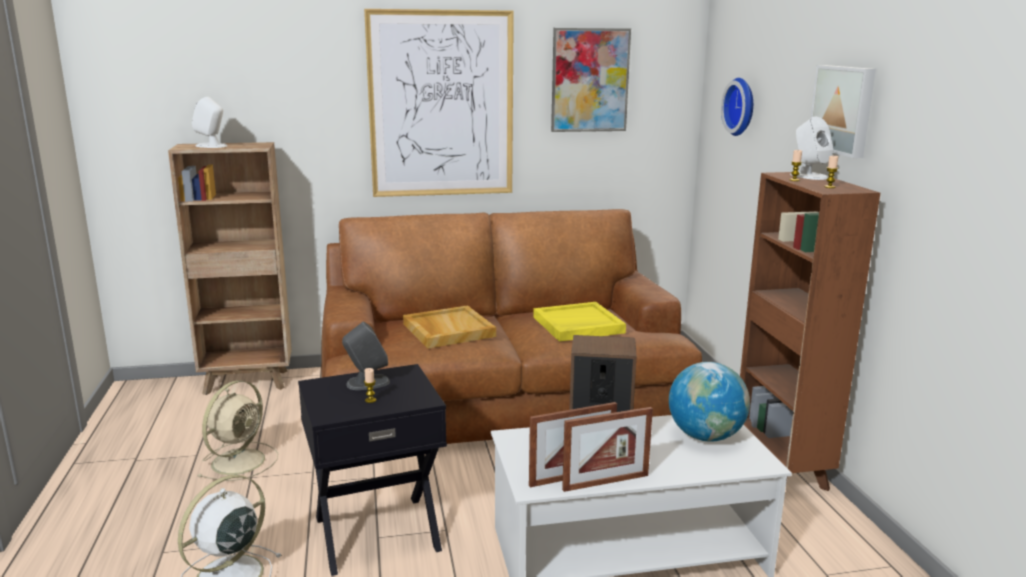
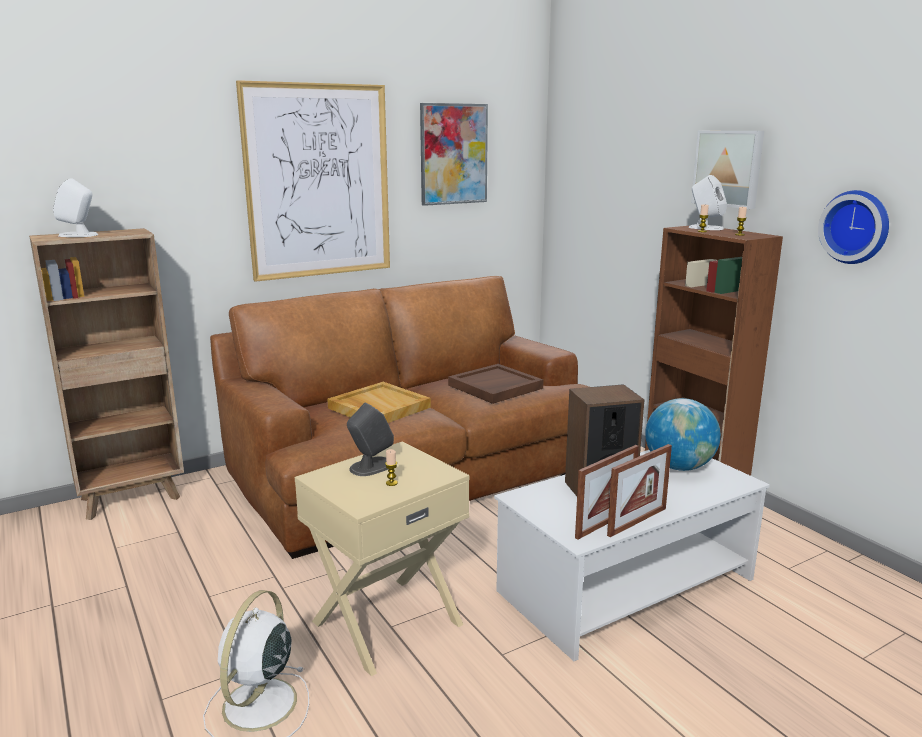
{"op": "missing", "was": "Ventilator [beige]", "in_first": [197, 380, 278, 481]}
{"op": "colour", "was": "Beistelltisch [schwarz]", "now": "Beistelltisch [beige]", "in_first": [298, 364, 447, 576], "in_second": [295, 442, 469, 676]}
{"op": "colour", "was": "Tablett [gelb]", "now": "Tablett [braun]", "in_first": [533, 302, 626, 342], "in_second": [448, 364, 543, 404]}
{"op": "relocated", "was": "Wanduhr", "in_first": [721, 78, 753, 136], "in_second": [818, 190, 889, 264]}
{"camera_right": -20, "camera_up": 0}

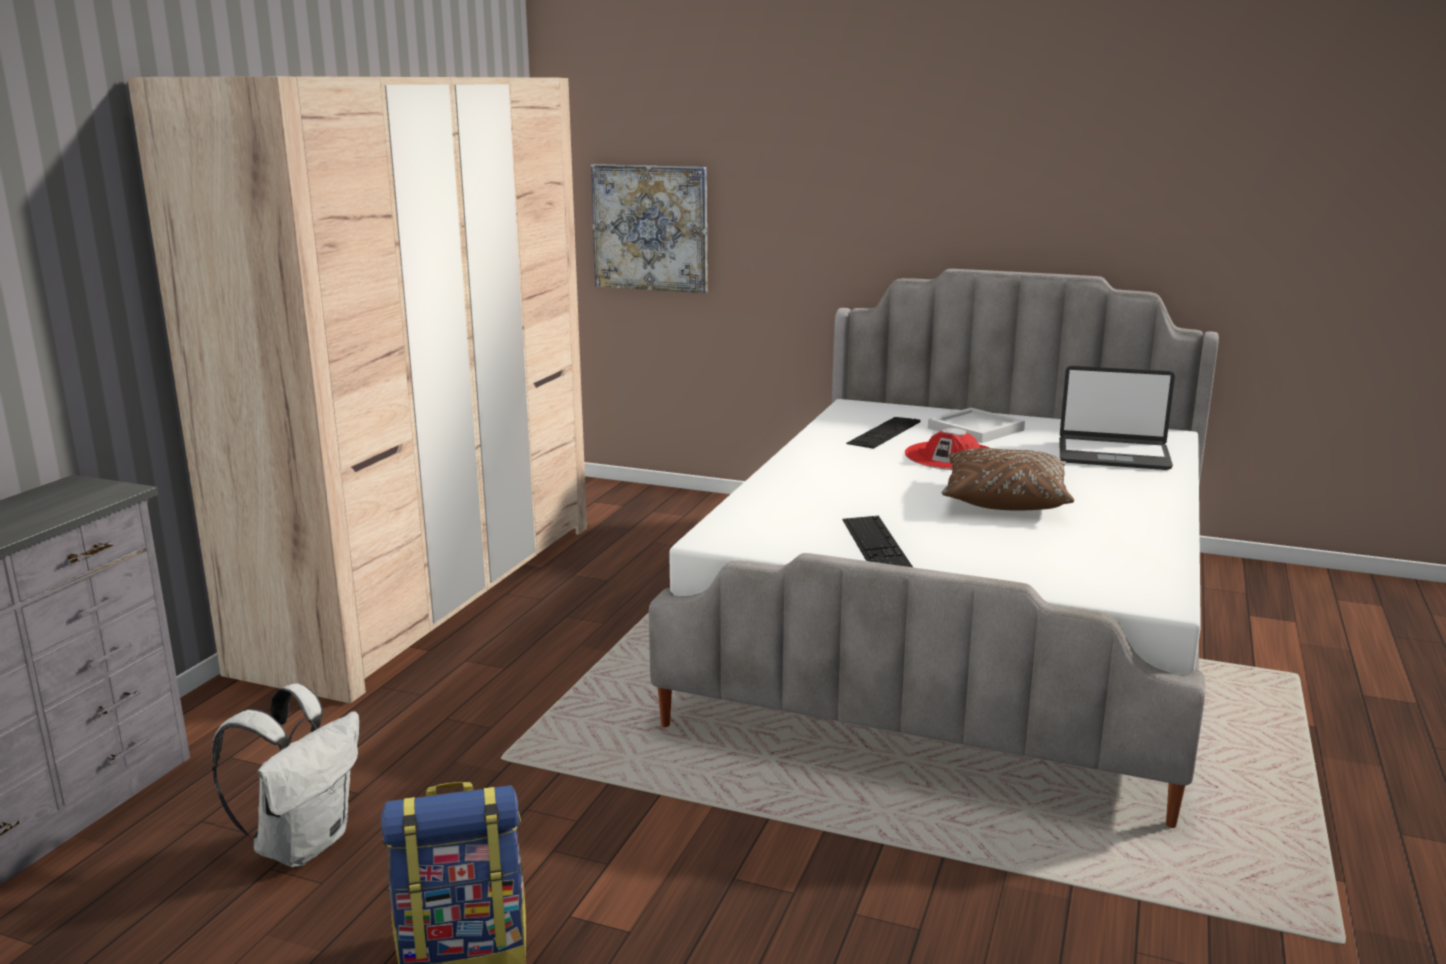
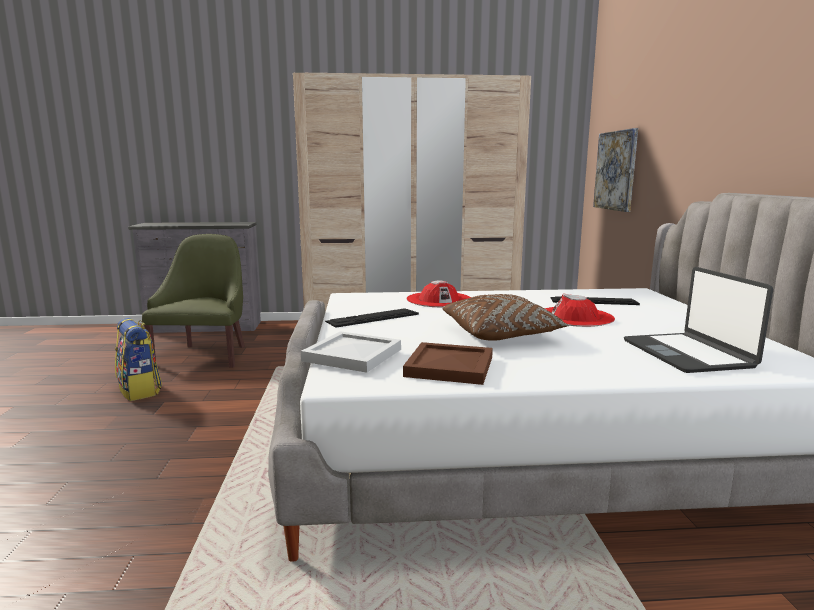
{"op": "exchanged", "was": "Rucksack [weiß]", "now": "Sessel [grün]", "in_first": [212, 684, 359, 867], "in_second": [142, 234, 245, 367]}
{"op": "relocated", "was": "Tablett [weiß]", "in_first": [928, 408, 1025, 443], "in_second": [301, 331, 401, 373]}
{"op": "appeared", "now": "Tablett [braun]", "in_second": [403, 342, 493, 385]}
{"op": "appeared", "now": "Hut [rot]", "in_second": [406, 280, 471, 307]}
{"camera_right": 65, "camera_up": -5}

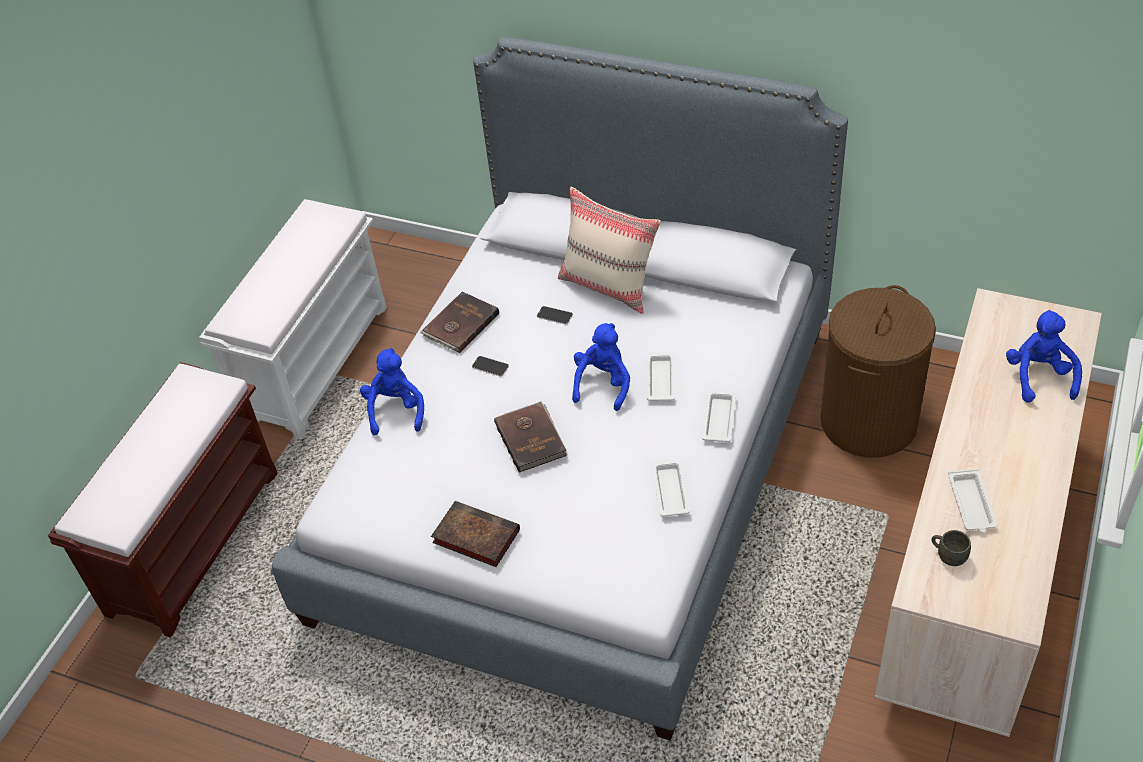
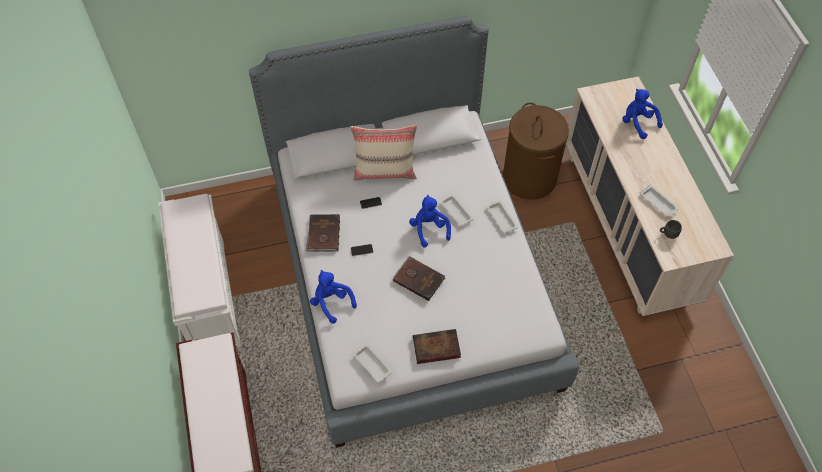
{"op": "relocated", "was": "Tablett [weiß]", "in_first": [652, 459, 690, 517], "in_second": [353, 344, 392, 383]}
{"camera_right": -40, "camera_up": 10}

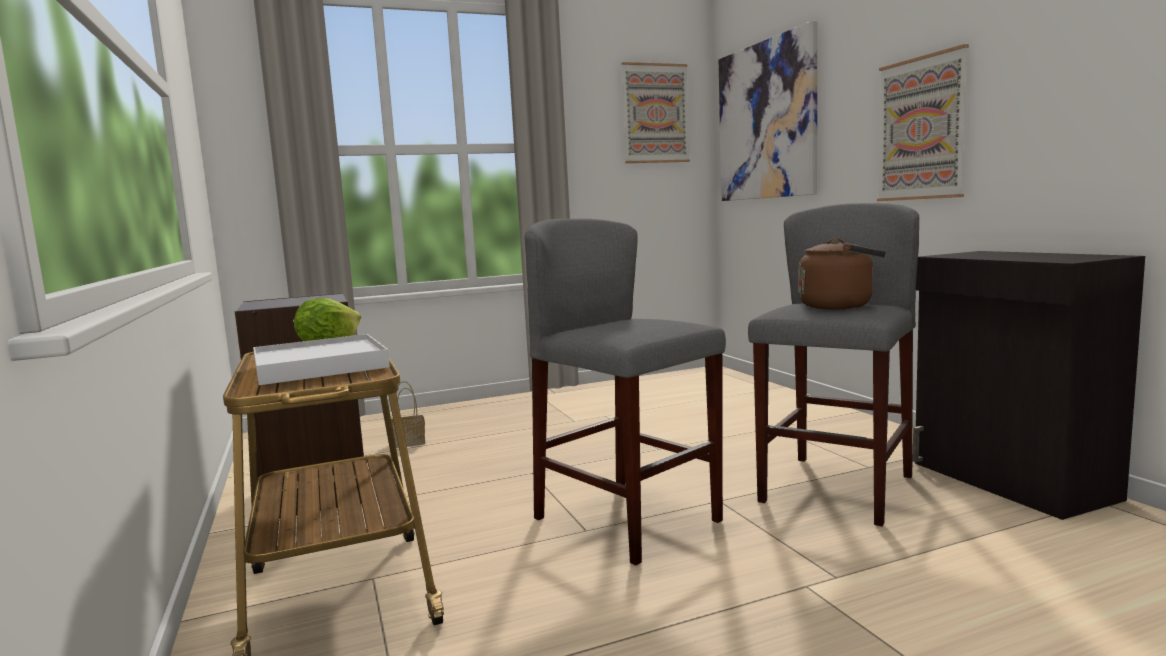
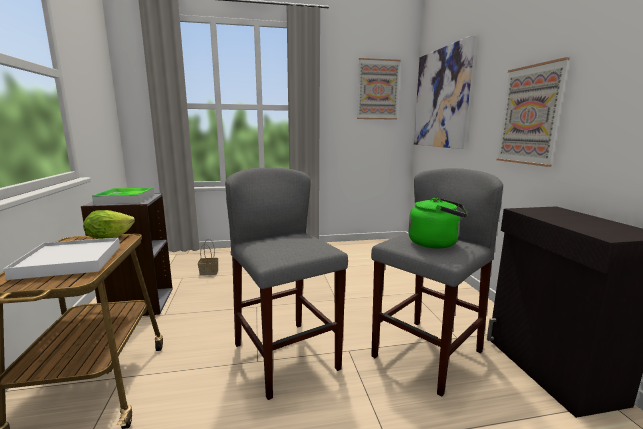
{"op": "colour", "was": "Wasserkessel [braun]", "now": "Wasserkessel [grün]", "in_first": [799, 238, 886, 309], "in_second": [408, 197, 467, 249]}
{"op": "appeared", "now": "Tablett", "in_second": [92, 188, 154, 204]}
{"camera_right": 10, "camera_up": 5}

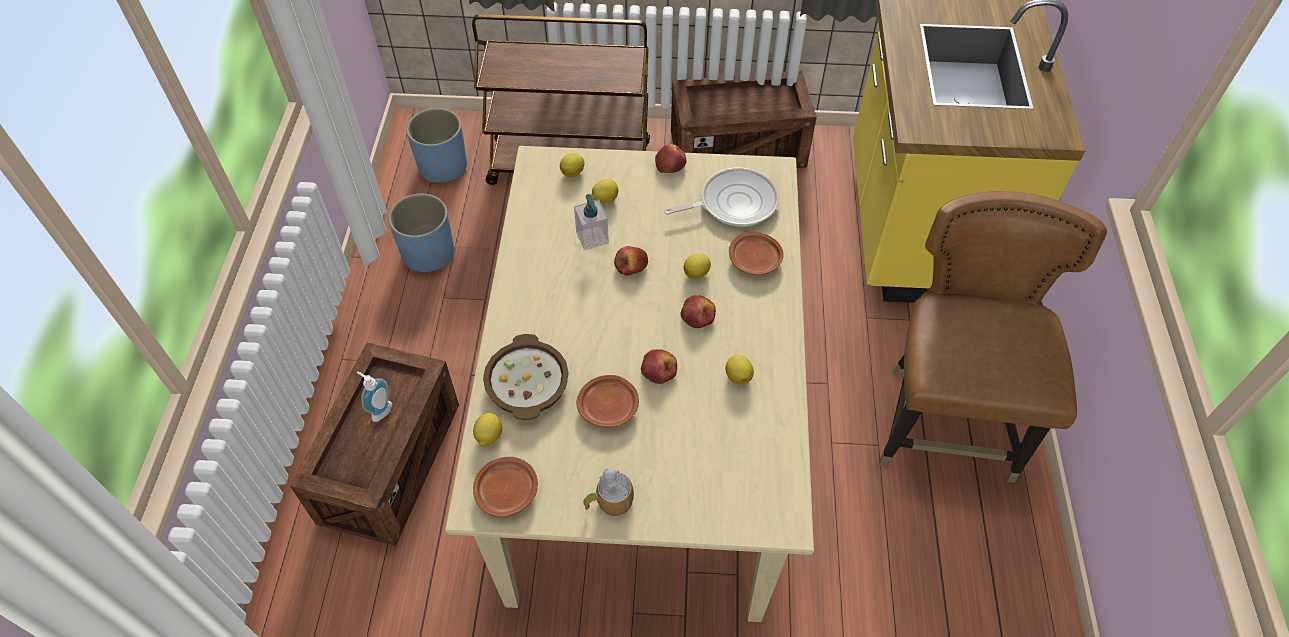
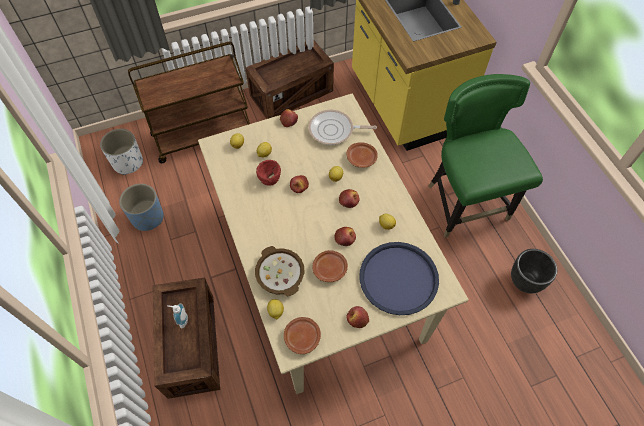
{"op": "colour", "was": "Pflanzkübel [blau]", "now": "Pflanzkübel [weiß]", "in_first": [406, 108, 467, 182], "in_second": [100, 129, 143, 175]}
{"op": "exchanged", "was": "Seifenspender", "now": "Schüssel [rot]", "in_first": [574, 194, 609, 251], "in_second": [256, 160, 281, 186]}
{"op": "exchanged", "was": "Henkelbecher", "now": "Apfel", "in_first": [583, 468, 634, 516], "in_second": [346, 306, 369, 328]}
{"op": "spun", "was": "Pfanne", "in_first": [664, 168, 779, 227], "in_second": [309, 110, 377, 145], "clockwise": -135}
{"op": "colour", "was": "Stuhl [braun]", "now": "Stuhl [grün]", "in_first": [879, 191, 1107, 483], "in_second": [428, 74, 543, 237]}
{"op": "appeared", "now": "Tablett [blau]", "in_second": [359, 242, 439, 315]}
{"op": "appeared", "now": "Pflanzkübel [schwarz]", "in_second": [511, 249, 557, 293]}
{"camera_right": -25, "camera_up": 5}

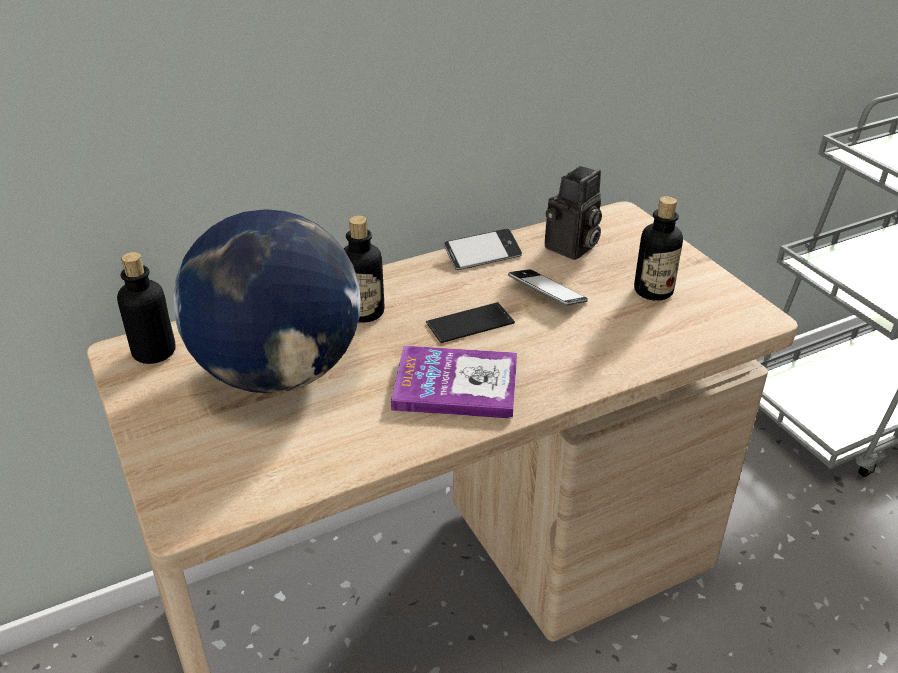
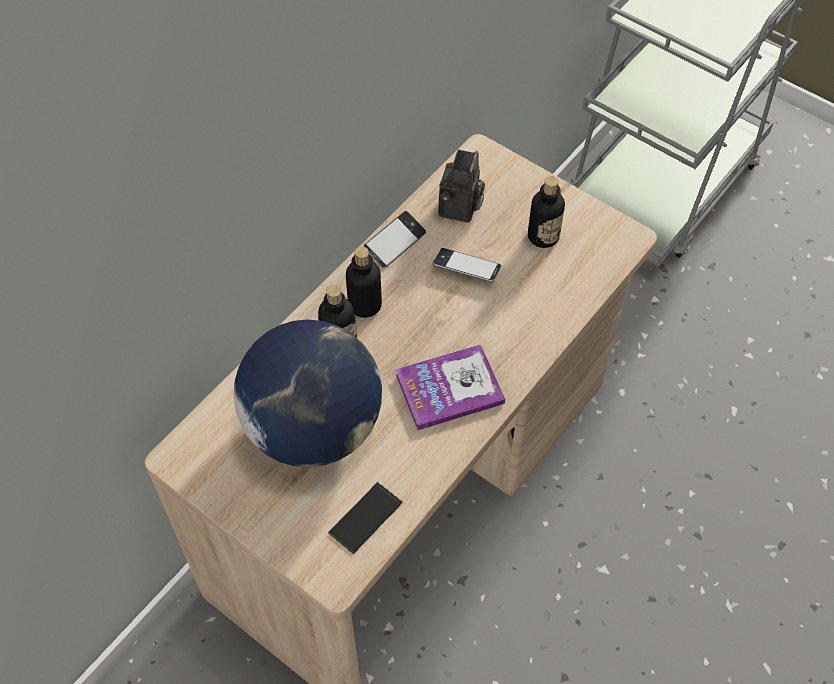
{"op": "relocated", "was": "Flasche", "in_first": [117, 252, 176, 364], "in_second": [346, 247, 382, 318]}
{"op": "relocated", "was": "Handy", "in_first": [426, 302, 515, 343], "in_second": [328, 482, 403, 554]}
{"camera_right": -25, "camera_up": 20}

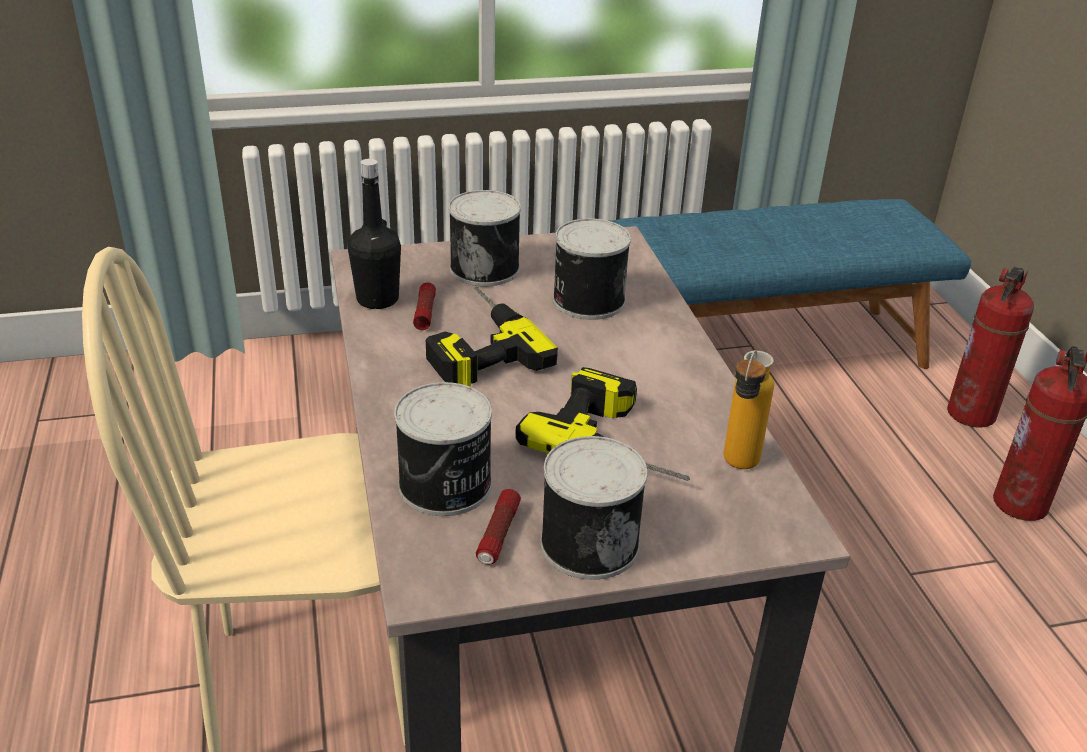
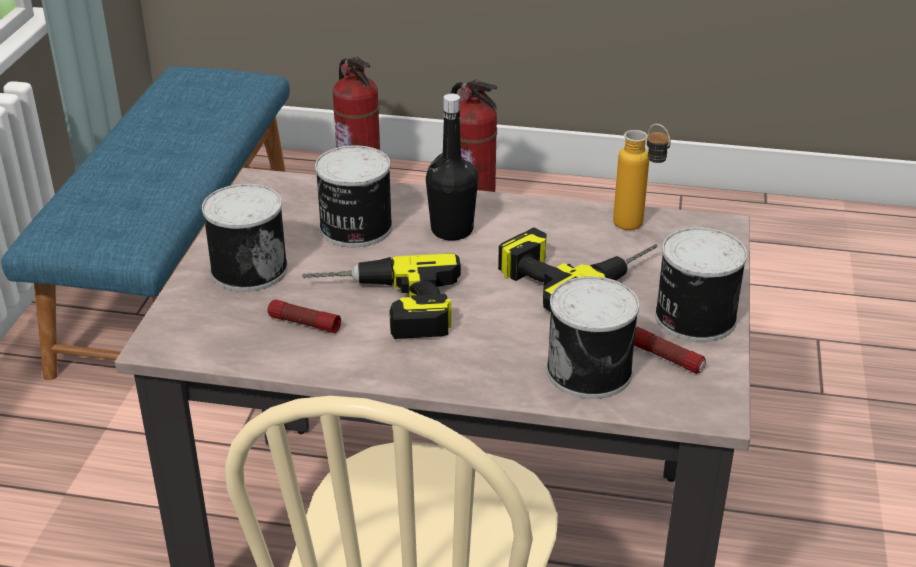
{"op": "relocated", "was": "Flasche [schwarz]", "in_first": [348, 159, 401, 309], "in_second": [426, 94, 478, 241]}
{"camera_right": -65, "camera_up": 0}

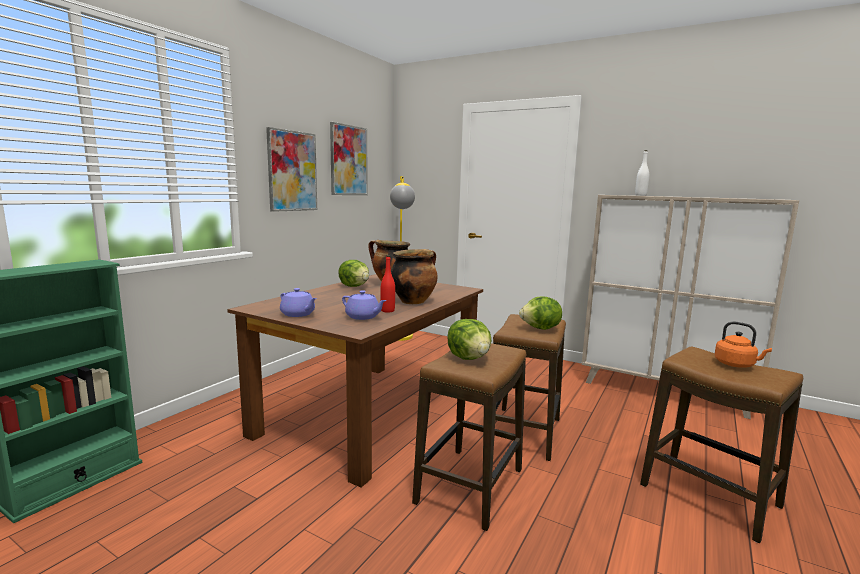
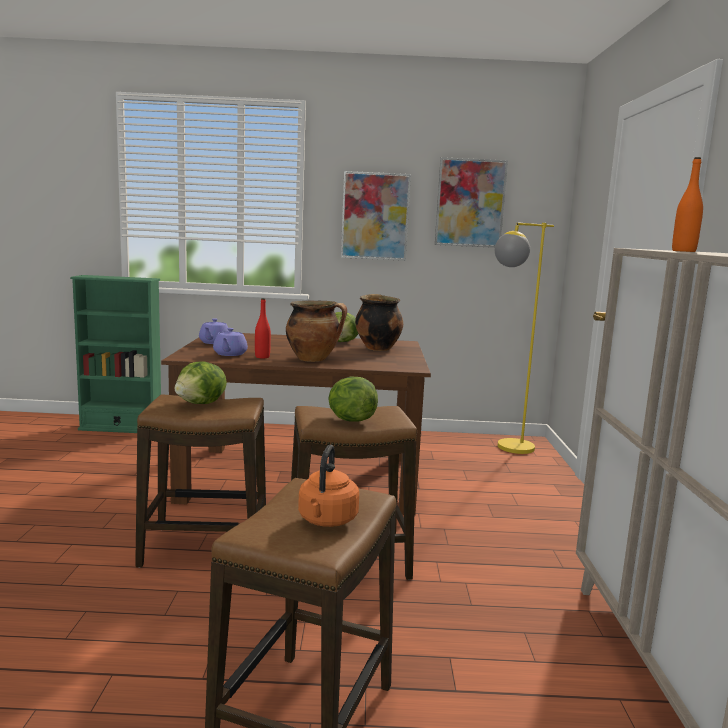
{"op": "colour", "was": "Flasche [weiß]", "now": "Flasche [orange]", "in_first": [635, 150, 649, 196], "in_second": [672, 157, 703, 252]}
{"camera_right": 60, "camera_up": 0}

